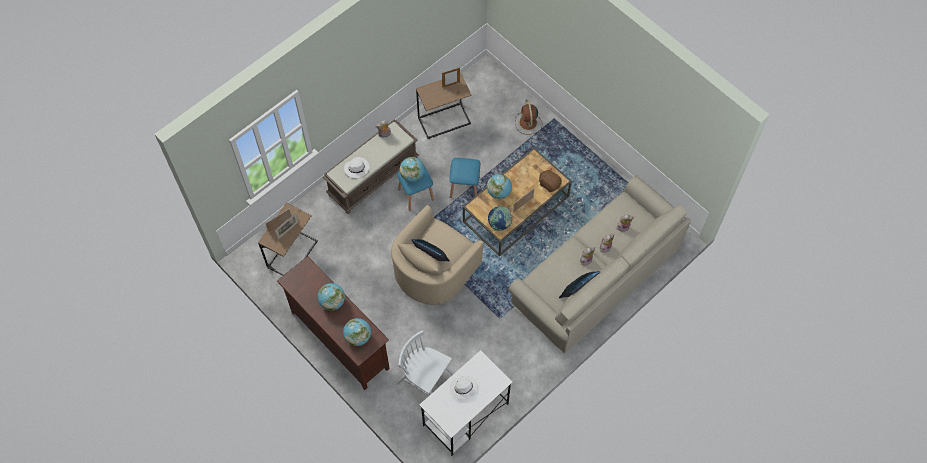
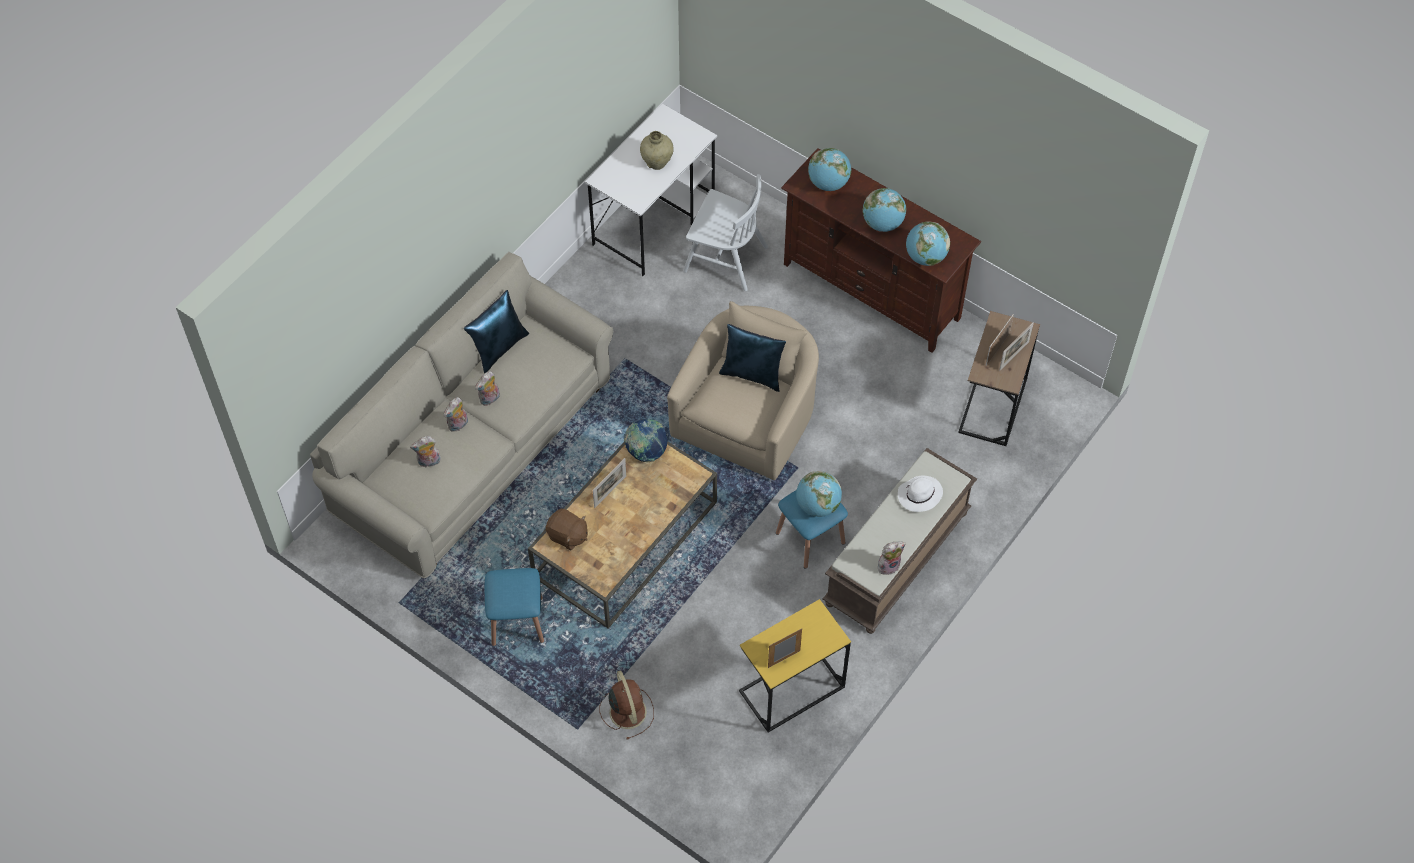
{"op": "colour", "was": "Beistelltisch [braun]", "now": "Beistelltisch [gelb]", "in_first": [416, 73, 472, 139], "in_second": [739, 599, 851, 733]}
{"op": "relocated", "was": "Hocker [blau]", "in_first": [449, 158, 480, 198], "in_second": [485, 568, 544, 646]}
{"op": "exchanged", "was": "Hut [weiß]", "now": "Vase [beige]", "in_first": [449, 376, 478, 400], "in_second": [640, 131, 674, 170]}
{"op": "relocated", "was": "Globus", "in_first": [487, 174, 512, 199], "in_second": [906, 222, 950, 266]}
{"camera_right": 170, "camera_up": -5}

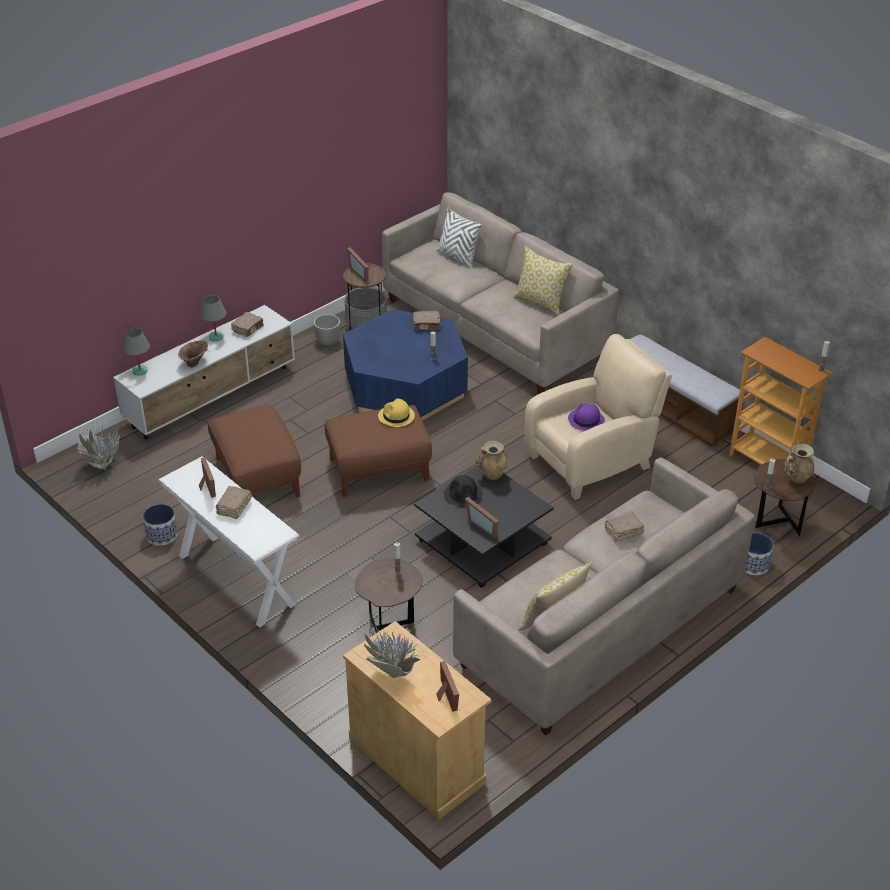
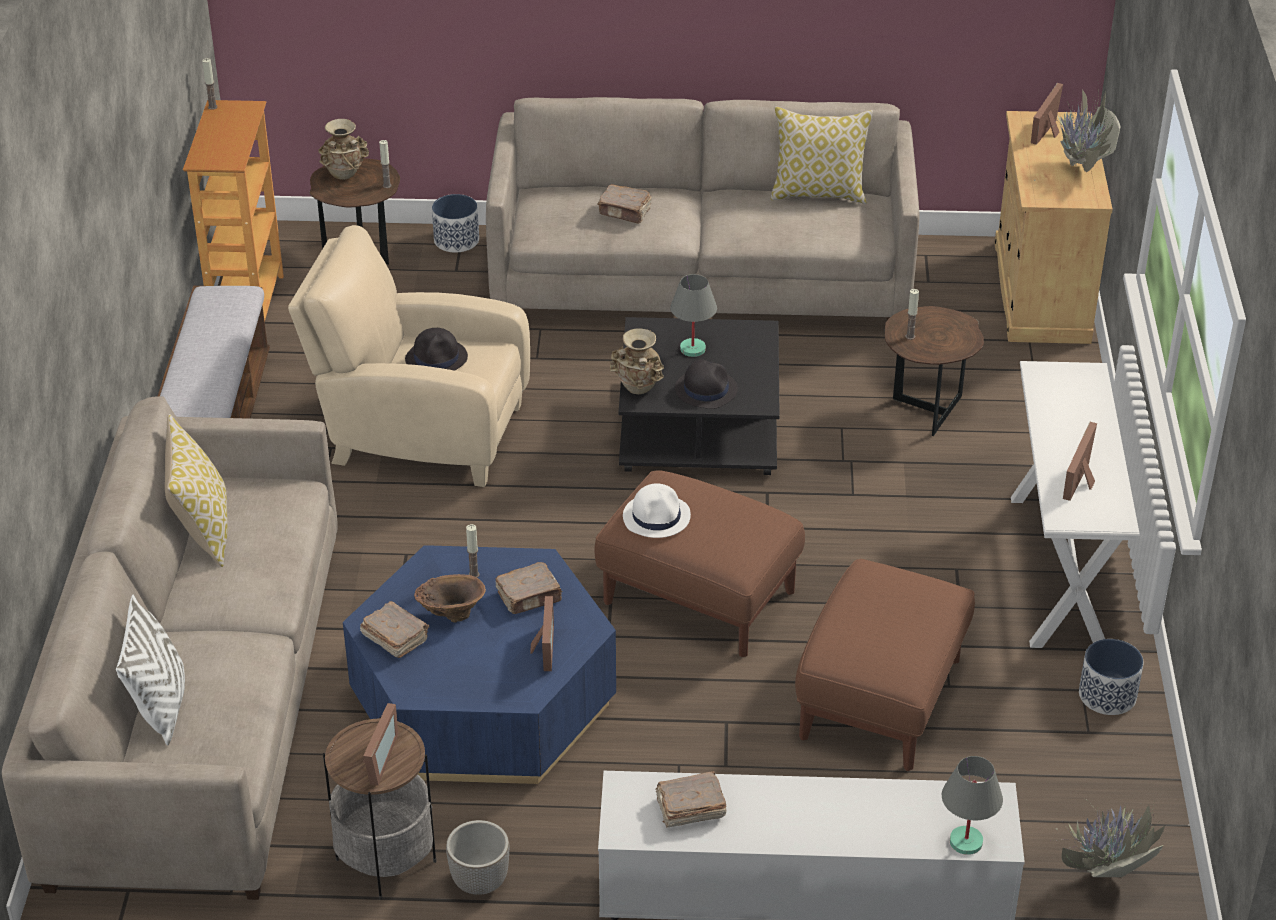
{"op": "relocated", "was": "Vase [braun]", "in_first": [178, 340, 208, 368], "in_second": [414, 574, 486, 622]}
{"op": "relocated", "was": "Tischlampe [grau]", "in_first": [200, 295, 227, 342], "in_second": [670, 274, 717, 357]}
{"op": "relocated", "was": "Buch [braun]", "in_first": [216, 486, 252, 519], "in_second": [495, 562, 563, 614]}
{"op": "colour", "was": "Hut [gelb]", "now": "Hut [weiß]", "in_first": [378, 399, 415, 427], "in_second": [623, 484, 691, 538]}
{"op": "relocated", "was": "Bilderrahmen", "in_first": [465, 497, 499, 538], "in_second": [530, 596, 554, 671]}
{"op": "colour", "was": "Hut [lila]", "now": "Hut [schwarz]", "in_first": [568, 403, 605, 431], "in_second": [405, 328, 468, 371]}
{"camera_right": -135, "camera_up": 0}

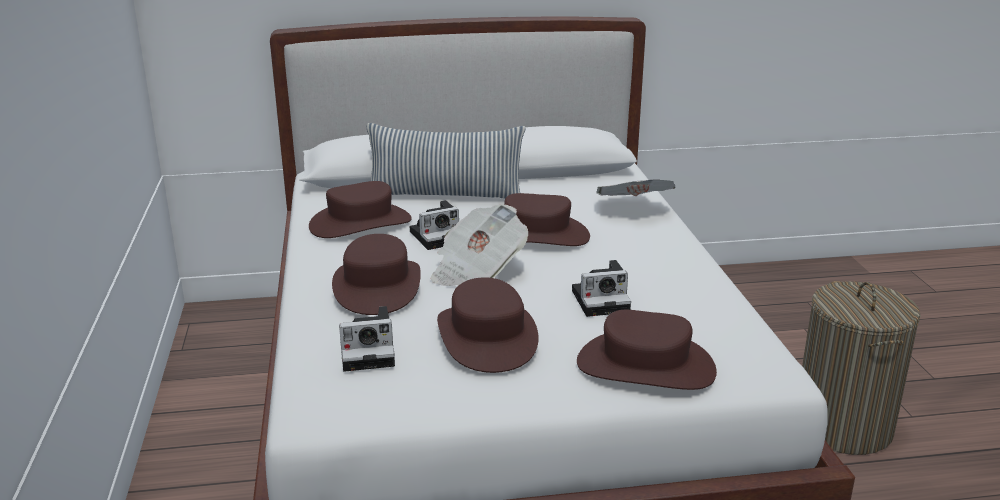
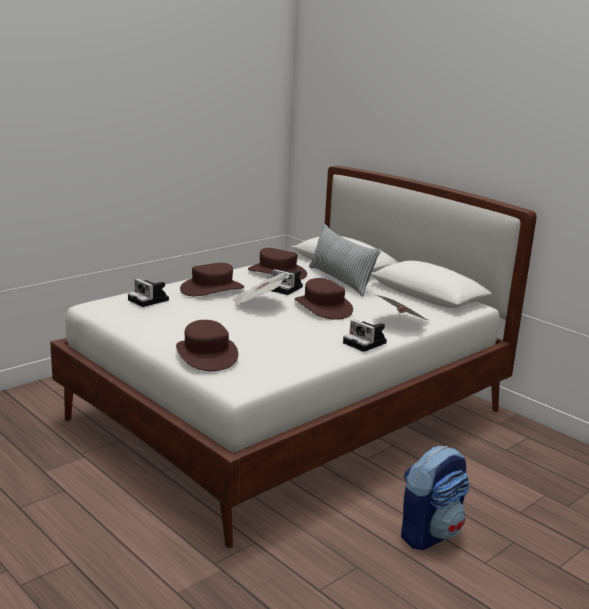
{"op": "missing", "was": "Hut [braun]", "in_first": [437, 277, 539, 373]}
{"op": "relocated", "was": "Kamera", "in_first": [572, 260, 631, 317], "in_second": [343, 320, 387, 352]}
{"op": "exchanged", "was": "Wäschekorb", "now": "Rucksack", "in_first": [802, 281, 921, 455], "in_second": [401, 446, 470, 550]}
{"camera_right": 55, "camera_up": -5}

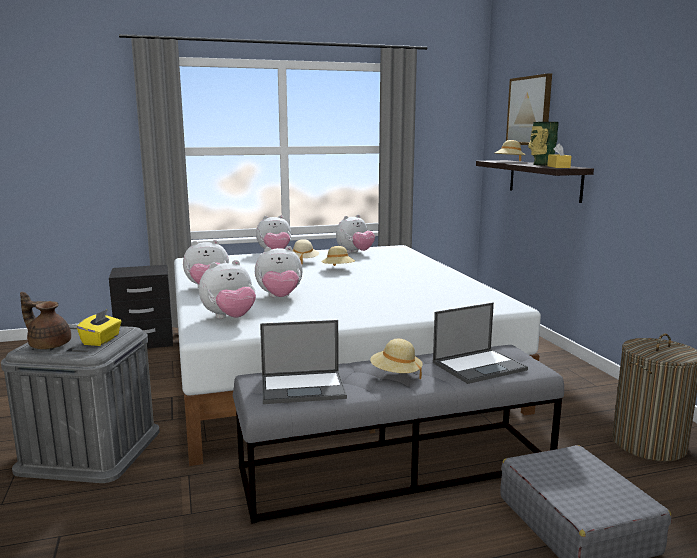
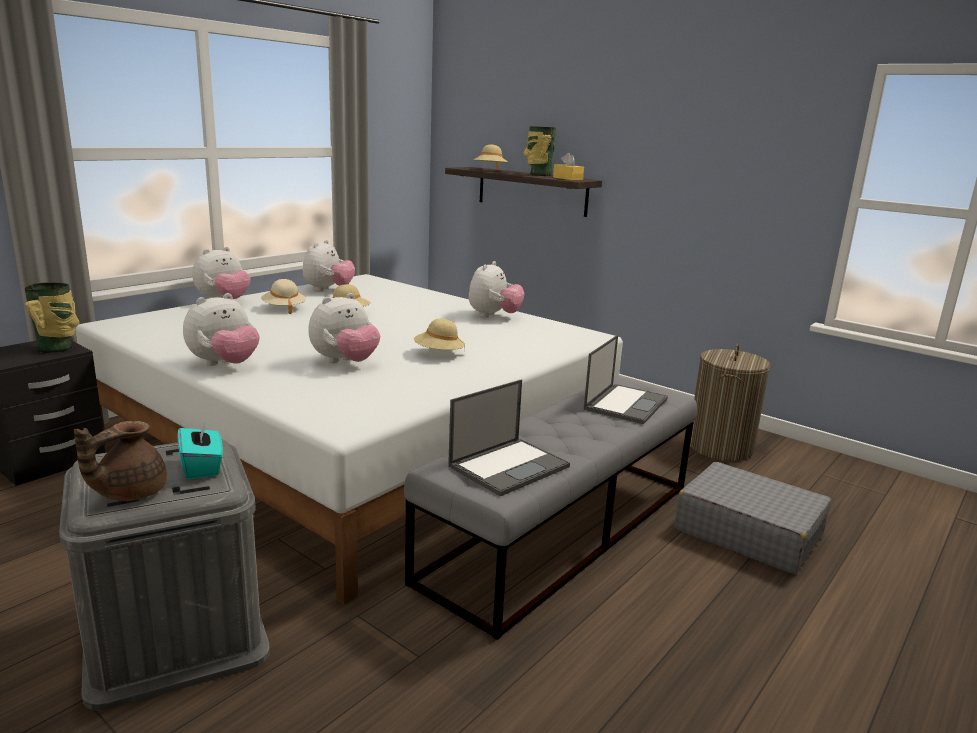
{"op": "spun", "was": "Teekanne [braun]", "in_first": [20, 292, 71, 349], "in_second": [74, 421, 166, 501], "clockwise": -45}
{"op": "colour", "was": "Taschentuchbox [gelb]", "now": "Taschentuchbox [türkis]", "in_first": [77, 309, 122, 346], "in_second": [178, 418, 223, 479]}
{"op": "relocated", "was": "Plüschtier", "in_first": [199, 260, 256, 319], "in_second": [469, 261, 524, 318]}
{"op": "relocated", "was": "Hut [beige]", "in_first": [370, 339, 423, 379], "in_second": [414, 319, 465, 350]}
{"op": "missing", "was": "Bild", "in_first": [506, 73, 552, 145]}
{"op": "appeared", "now": "Vase", "in_second": [25, 283, 80, 353]}
{"camera_right": -35, "camera_up": 5}

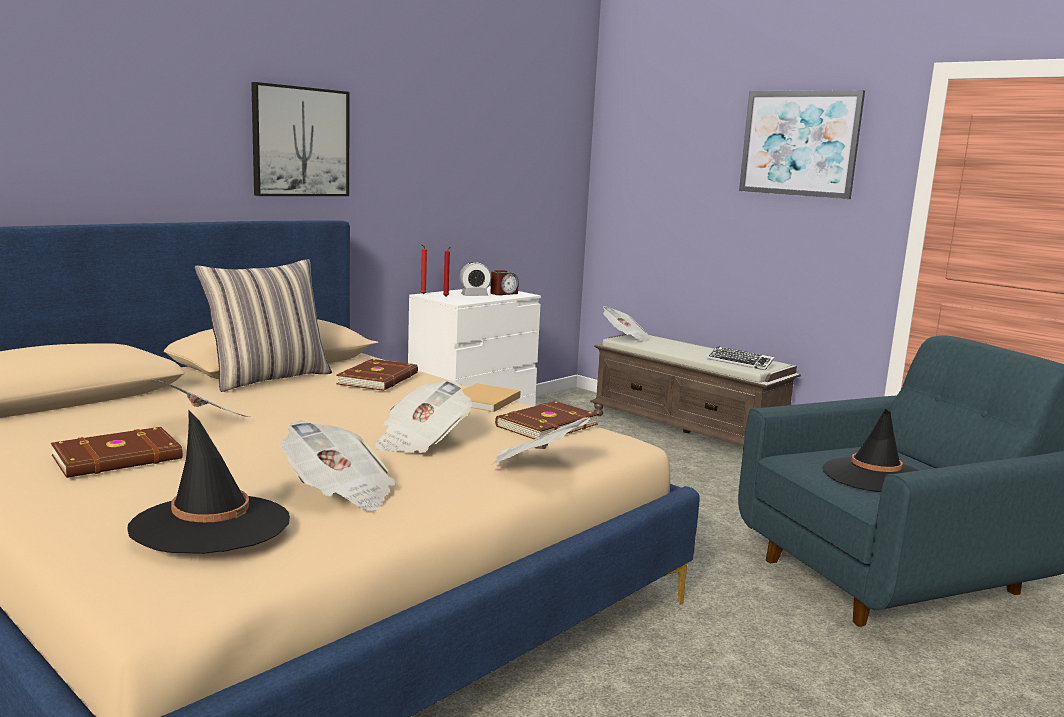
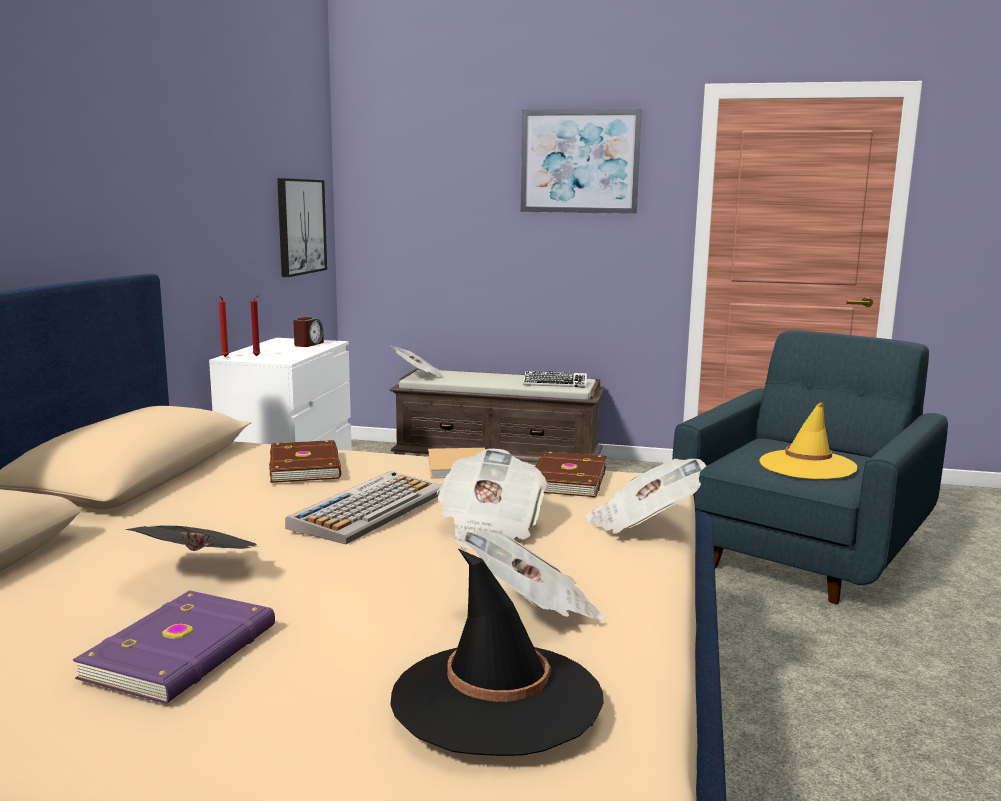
{"op": "colour", "was": "Buch [braun]", "now": "Buch [lila]", "in_first": [51, 427, 183, 478], "in_second": [73, 590, 275, 704]}
{"op": "missing", "was": "Kissen", "in_first": [195, 259, 332, 392]}
{"op": "relocated", "was": "Bild", "in_first": [251, 82, 349, 196], "in_second": [277, 178, 327, 277]}
{"op": "missing", "was": "Wecker", "in_first": [459, 262, 491, 296]}
{"op": "colour", "was": "Hut [schwarz]", "now": "Hut [gelb]", "in_first": [822, 409, 920, 492], "in_second": [759, 402, 857, 479]}
{"op": "appeared", "now": "Tastatur", "in_second": [285, 471, 441, 544]}
{"camera_right": -30, "camera_up": 0}

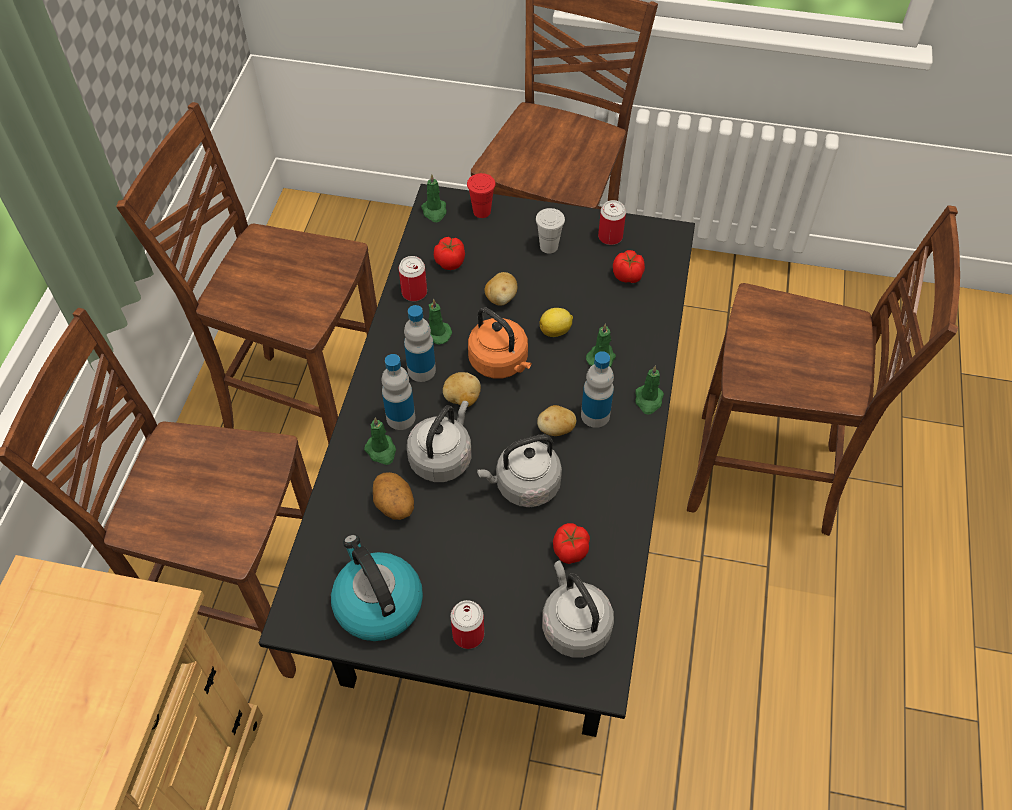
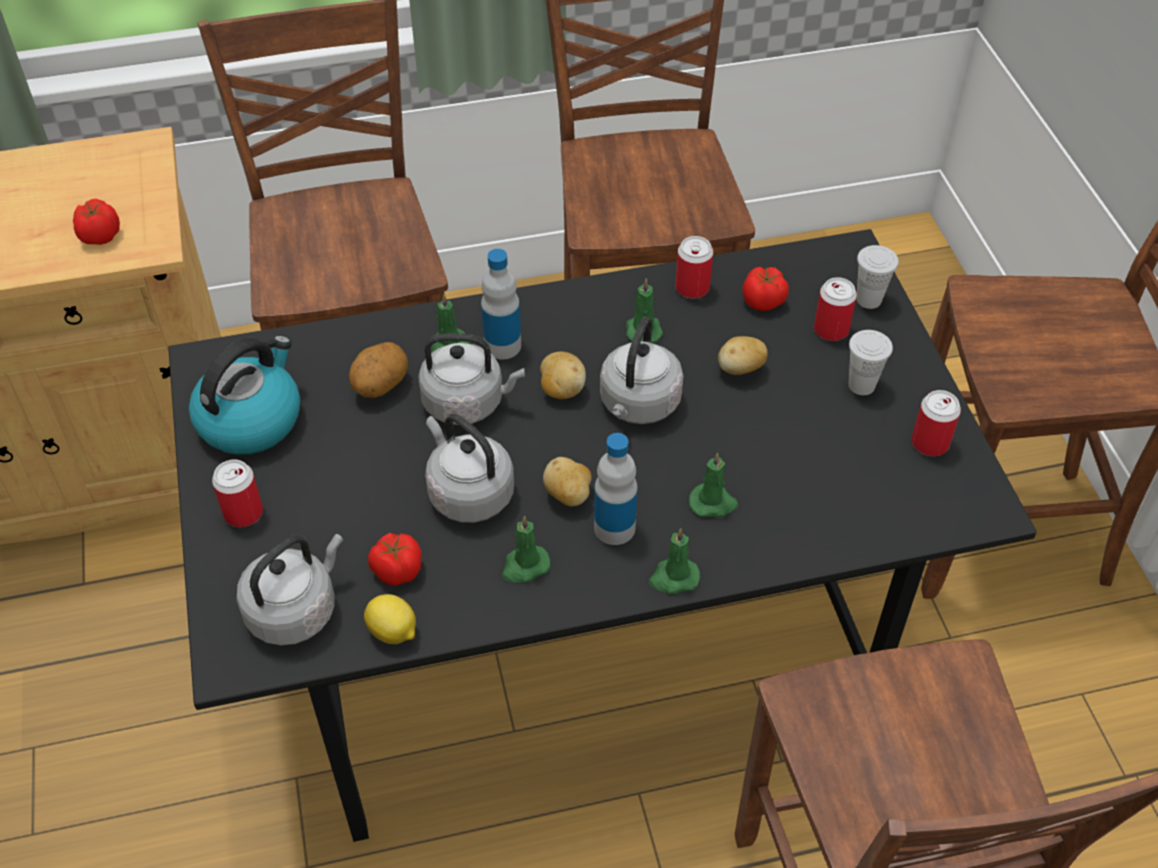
{"op": "missing", "was": "Flasche", "in_first": [404, 305, 436, 382]}
{"op": "relocated", "was": "Kerze [grün]", "in_first": [421, 174, 447, 222], "in_second": [502, 516, 550, 582]}
{"op": "colour", "was": "Tasse [rot]", "now": "Tasse [weiß]", "in_first": [467, 173, 495, 218], "in_second": [856, 245, 899, 309]}
{"op": "colour", "was": "Wasserkessel [orange]", "now": "Wasserkessel [grau]", "in_first": [468, 307, 532, 379], "in_second": [600, 317, 683, 424]}
{"op": "relocated", "was": "Zitrone", "in_first": [540, 308, 573, 337], "in_second": [364, 594, 416, 644]}
{"op": "relocated", "was": "Tomate", "in_first": [613, 250, 645, 283], "in_second": [73, 199, 120, 245]}
{"op": "appeared", "now": "Dose", "in_second": [814, 277, 857, 341]}
{"camera_right": 65, "camera_up": -5}

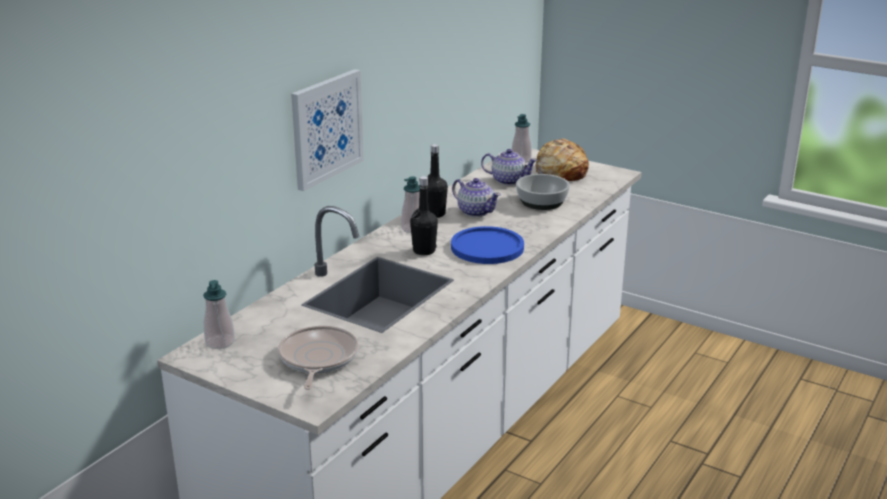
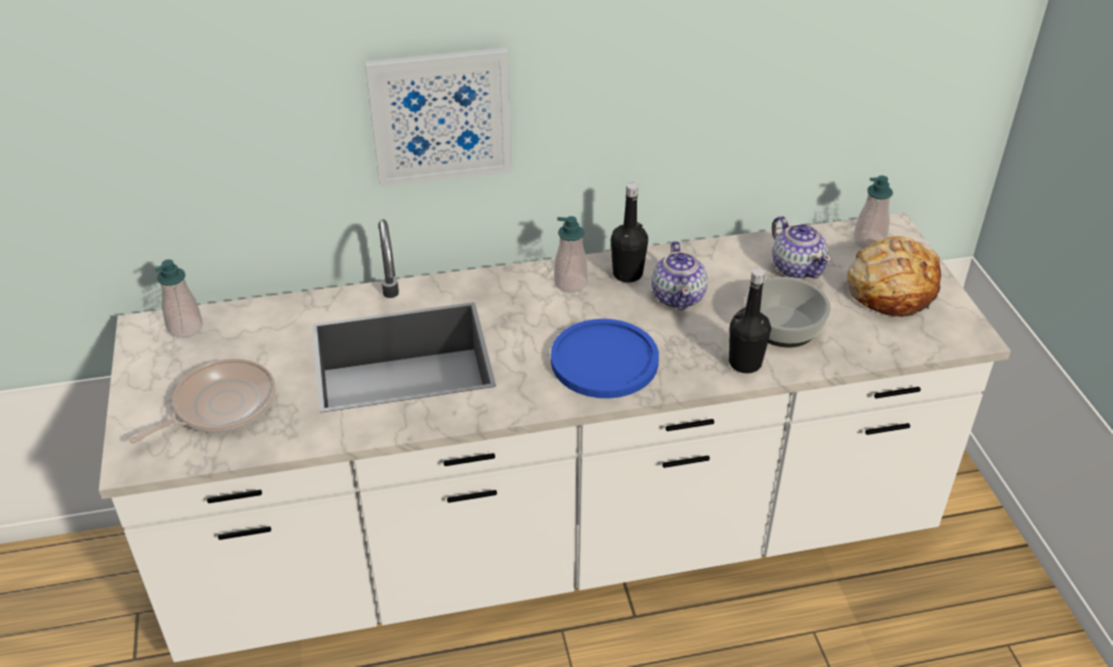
{"op": "relocated", "was": "Flasche [schwarz]", "in_first": [410, 176, 438, 255], "in_second": [729, 268, 771, 373]}
{"camera_right": 45, "camera_up": 15}

